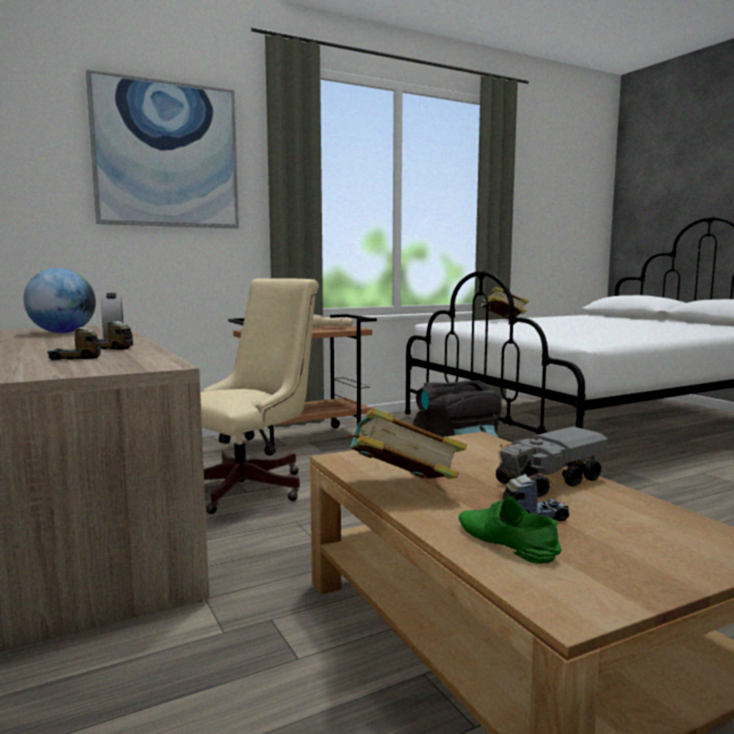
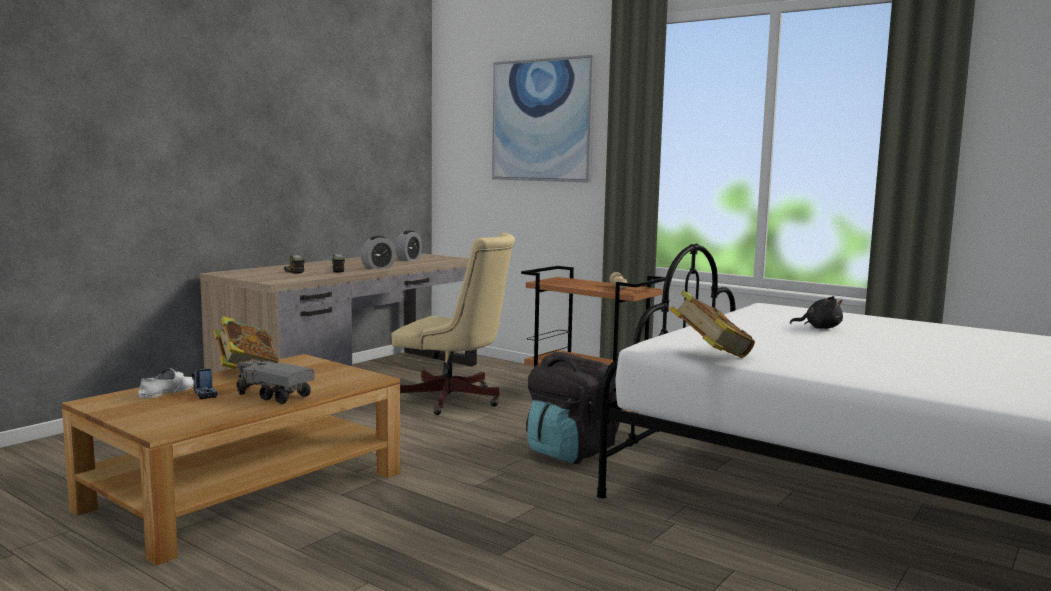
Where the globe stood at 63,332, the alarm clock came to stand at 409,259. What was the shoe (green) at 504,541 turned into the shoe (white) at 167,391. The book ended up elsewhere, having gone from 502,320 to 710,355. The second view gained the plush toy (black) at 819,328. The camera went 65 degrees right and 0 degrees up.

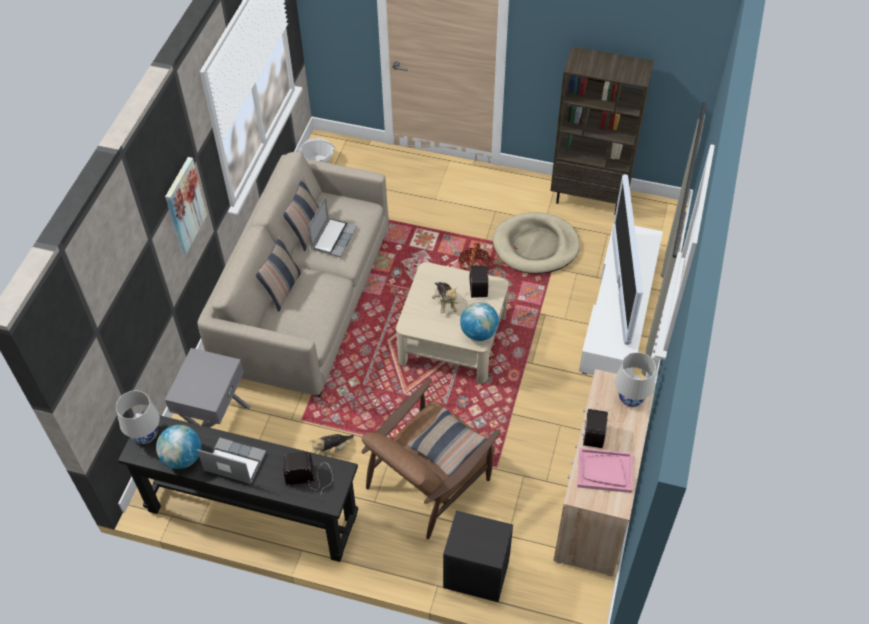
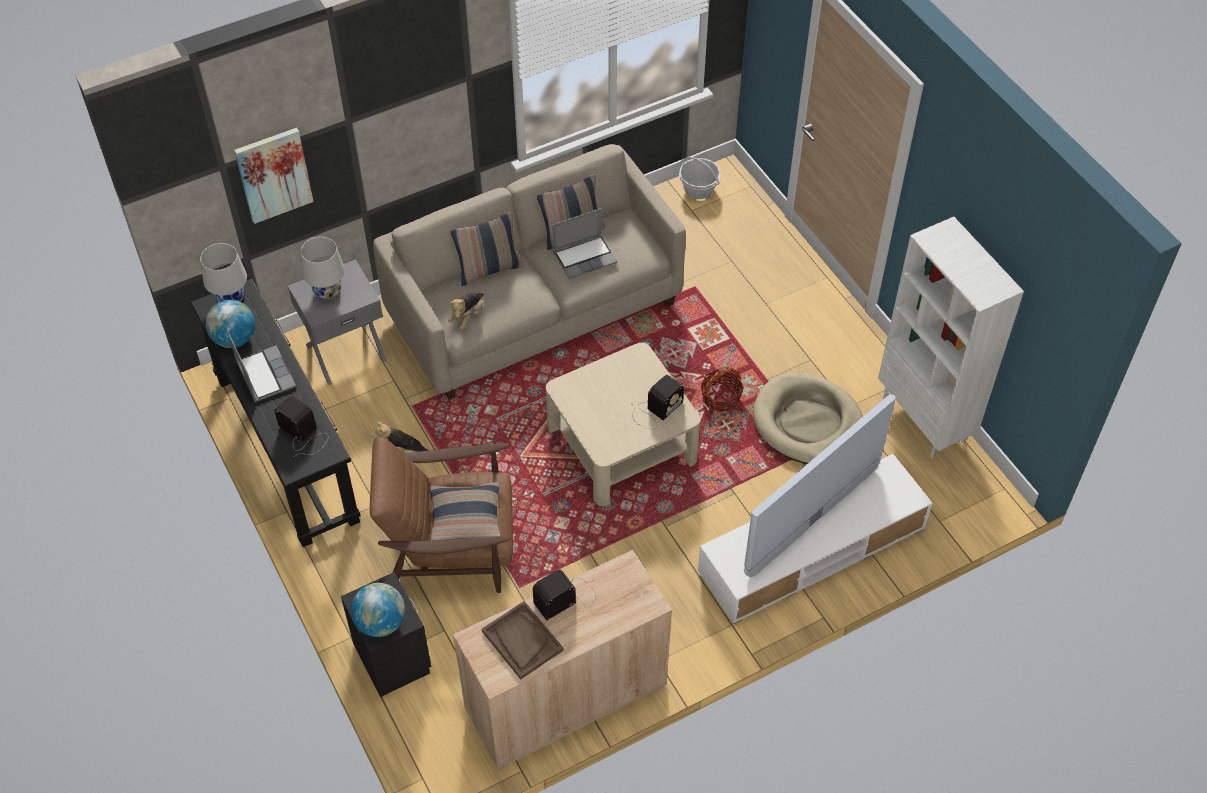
The picture ended up elsewhere, having gone from 184,205 to 274,174. The plush toy ended up elsewhere, having gone from 445,302 to 468,316. The globe ended up elsewhere, having gone from 479,333 to 381,622. What was the bookcase (brown) at 589,198 turned into the bookcase (white) at 924,420. What was the tray (pink) at 604,471 turned into the tray (brown) at 522,641. The table lamp (white) ended up elsewhere, having gone from 631,398 to 327,291. The camera went 45 degrees right and 0 degrees up.

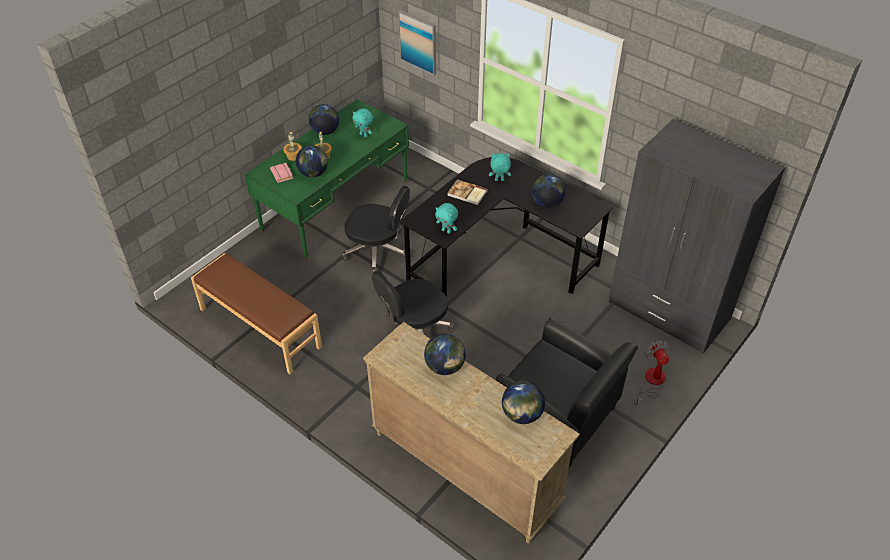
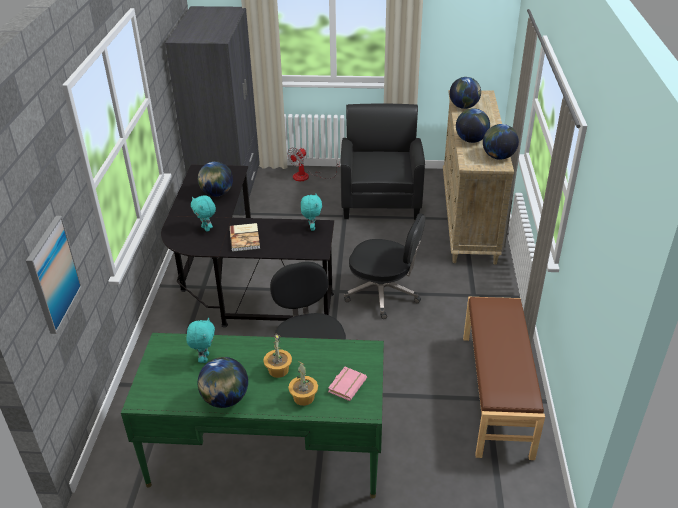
The globe ended up elsewhere, having gone from 313,173 to 498,157. The camera went 125 degrees left and 10 degrees down.

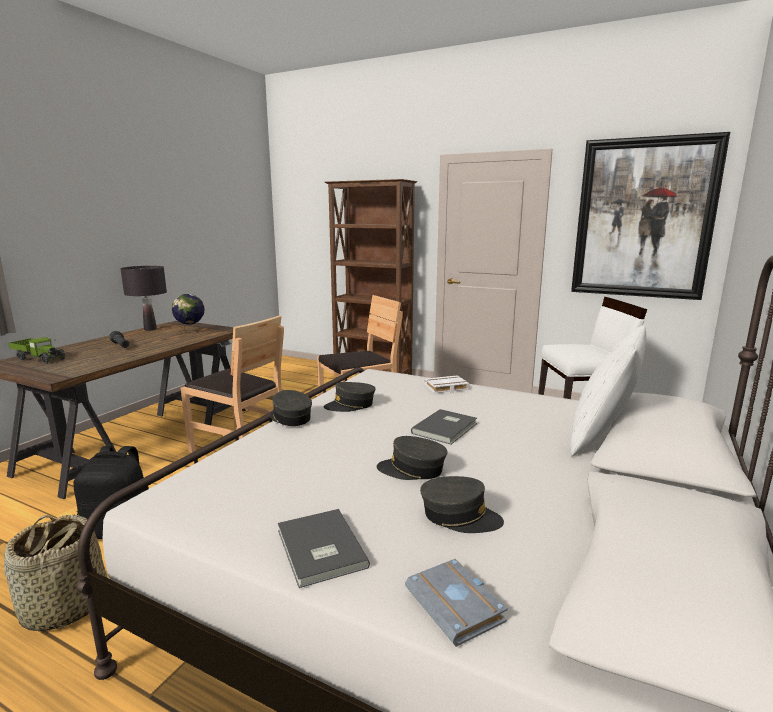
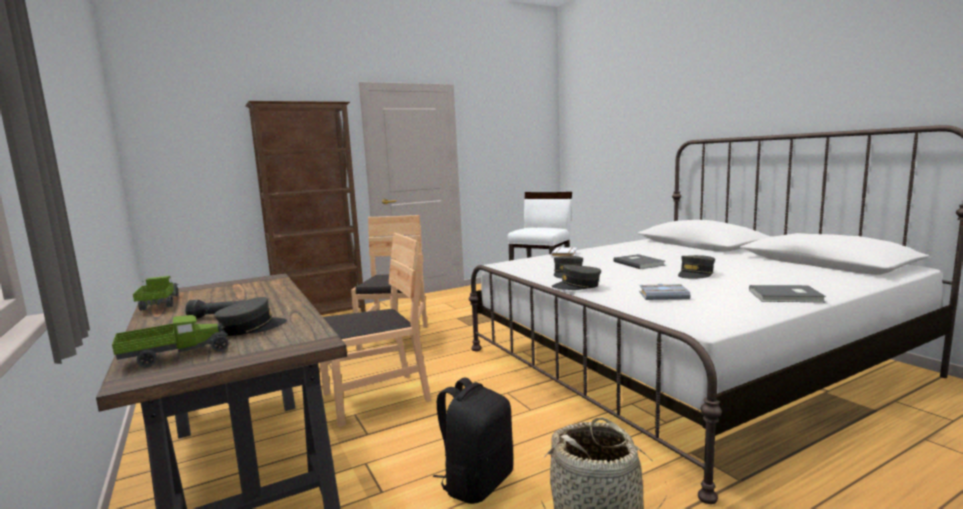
Where the table lamp (black) stood at 150,329, the toy truck came to stand at 160,304. The second view lost the globe at 190,332. The book (grey) ended up elsewhere, having gone from 457,606 to 664,295. The cap (grey) ended up elsewhere, having gone from 459,516 to 252,328. The second view lost the pillow (white) at 602,438. The second view lost the picture at 643,219. The camera went 55 degrees left and 5 degrees down.

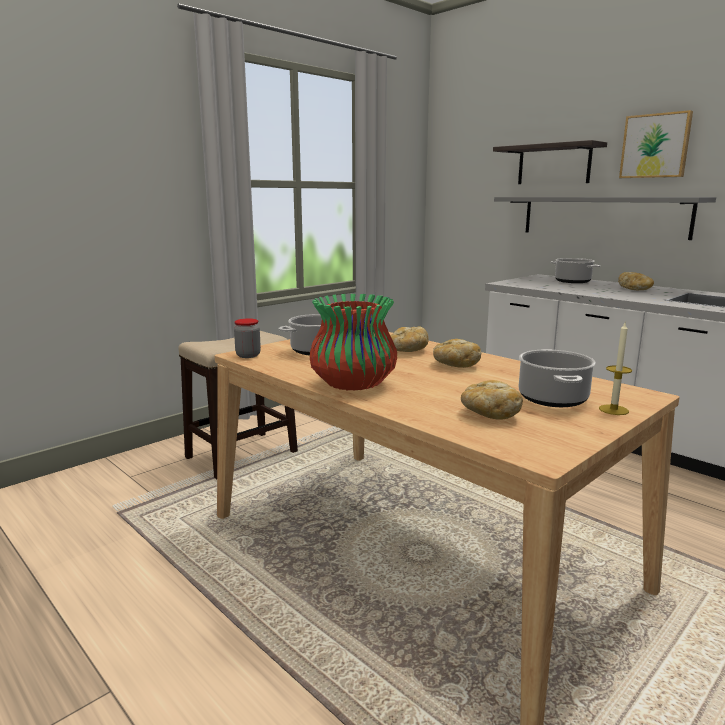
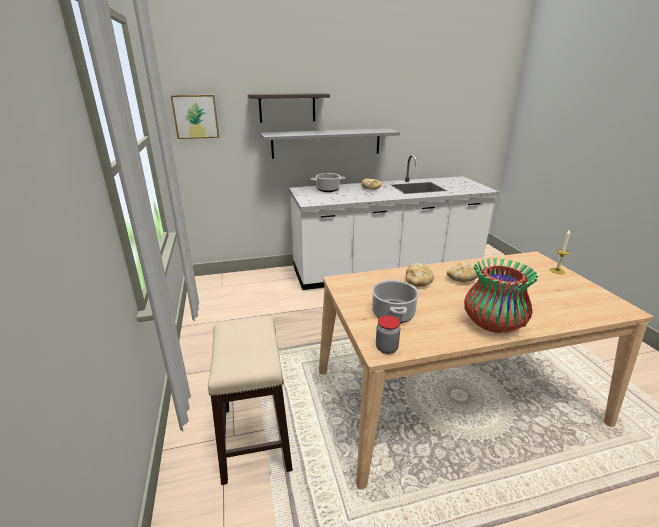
The second view lost the bread at 489,414. The second view lost the cooking pot at 553,399. The picture ended up elsewhere, having gone from 655,146 to 196,116. The camera went 60 degrees left and 10 degrees up.

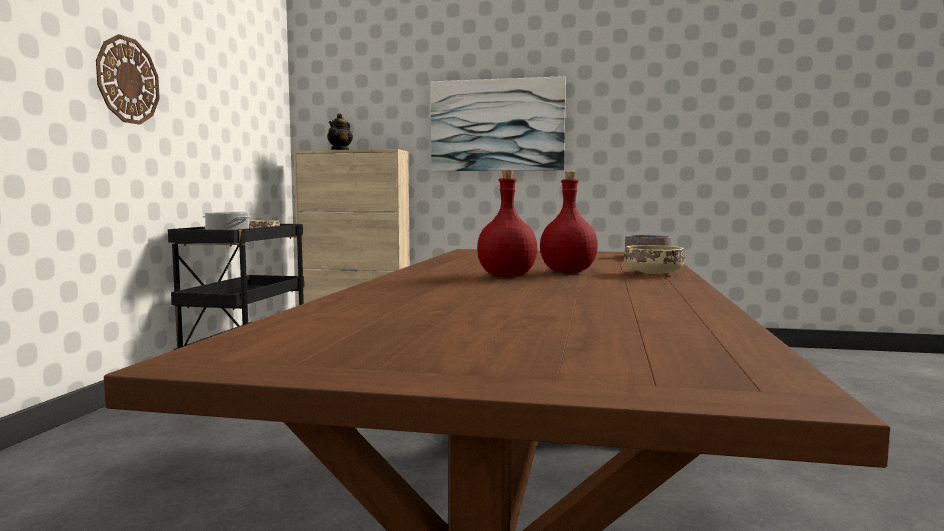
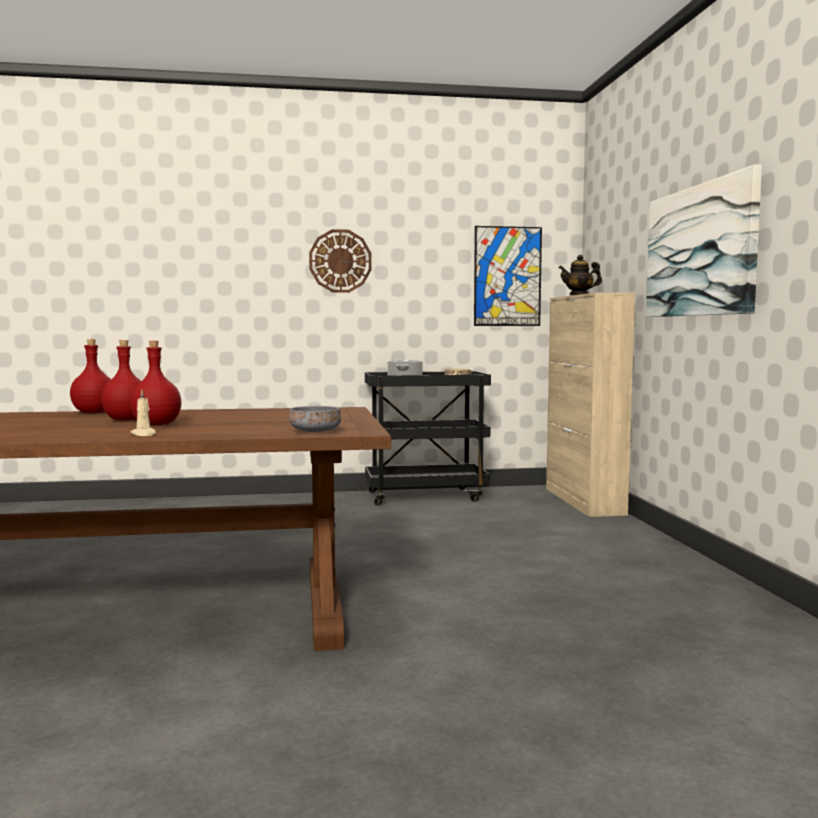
Where the bowl (beige) stood at 655,273, the candle (beige) came to stand at 144,434. The second view gained the bottle (red) at 94,412. The second view gained the picture at 507,276. The camera went 70 degrees right and 0 degrees up.

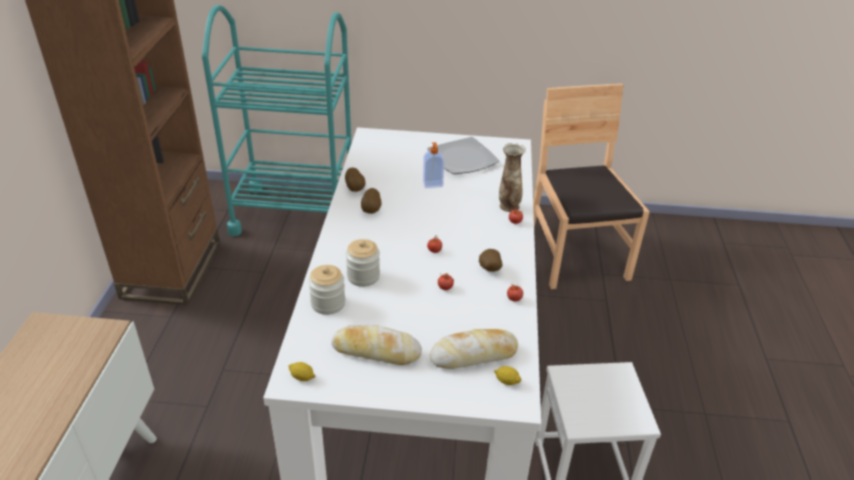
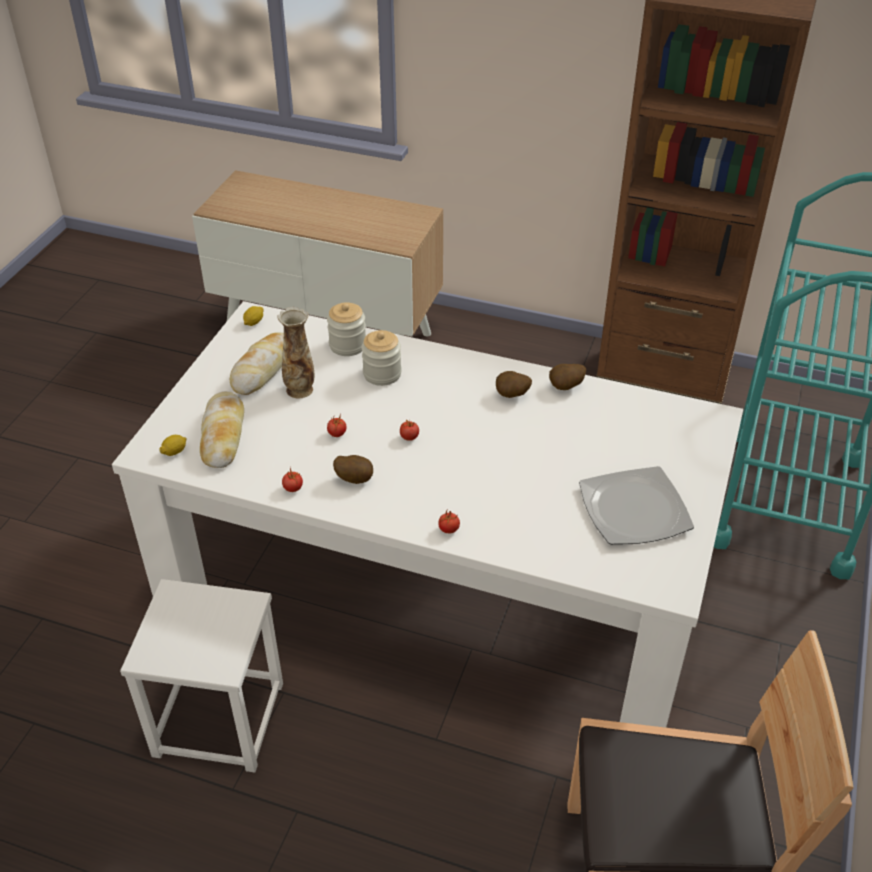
The second view lost the soap dispenser at 433,184. The vase ended up elsewhere, having gone from 508,206 to 300,389. The camera went 105 degrees right and 5 degrees up.

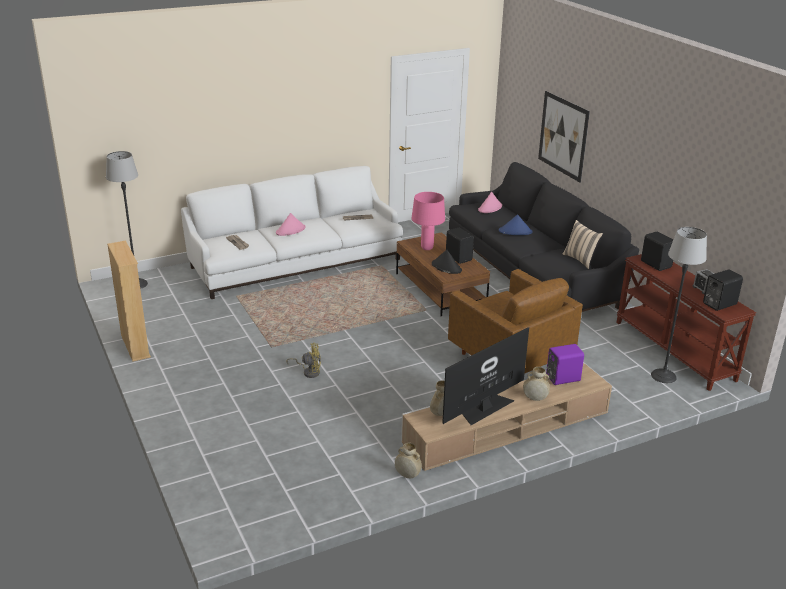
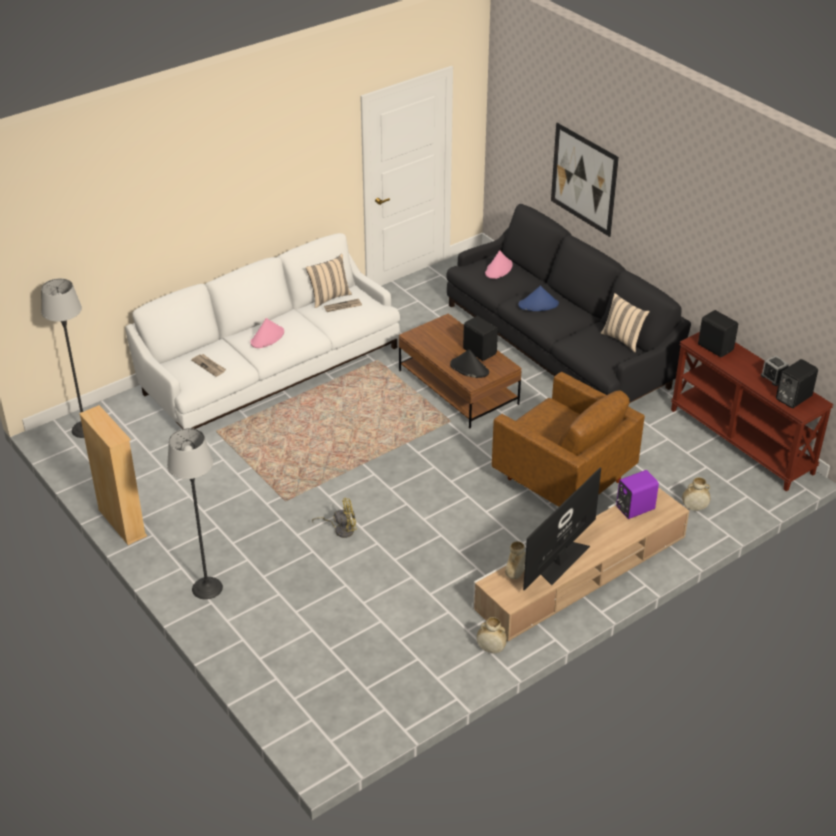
The second view lost the table lamp (pink) at 426,248. The vase (beige) ended up elsewhere, having gone from 535,398 to 694,508. The floor lamp ended up elsewhere, having gone from 664,376 to 207,588. The second view gained the pillow (beige) at 329,297. The camera went 10 degrees left and 10 degrees up.

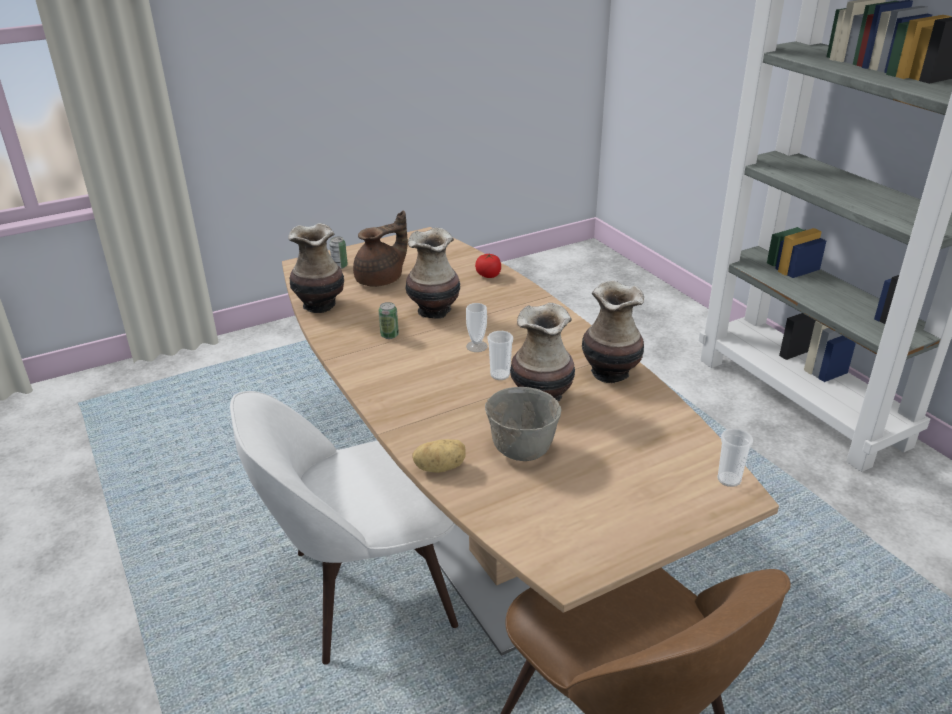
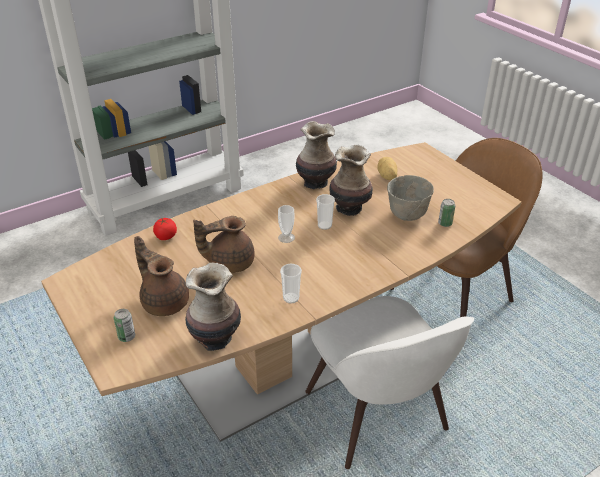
The can ended up elsewhere, having gone from 389,335 to 445,223. Where the vase stood at 434,311, the teapot (brown) came to stand at 229,263. The potato ended up elsewhere, having gone from 440,467 to 386,177. The cup ended up elsewhere, having gone from 729,479 to 291,298. The camera went 95 degrees left and 5 degrees up.

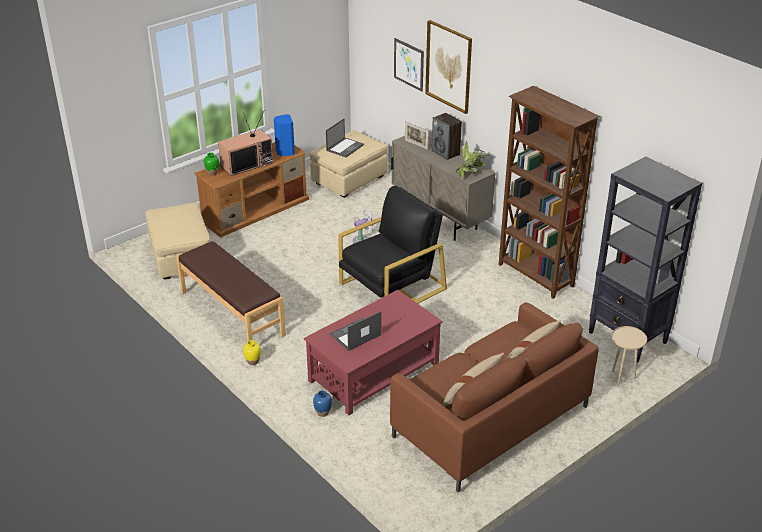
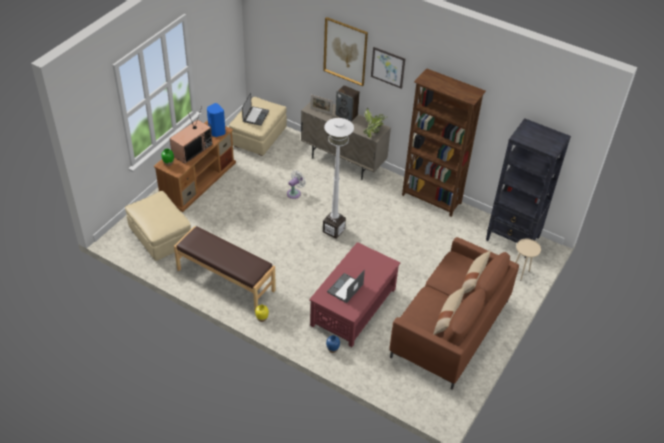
Where the armchair (black) stood at 391,286, the floor lamp (white) came to stand at 334,230. The picture ended up elsewhere, having gone from 408,64 to 388,67. The camera went 20 degrees left and 10 degrees up.

